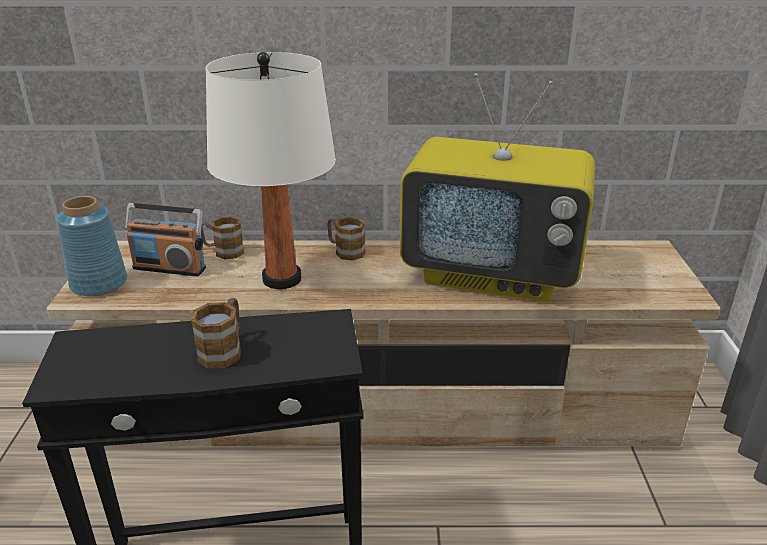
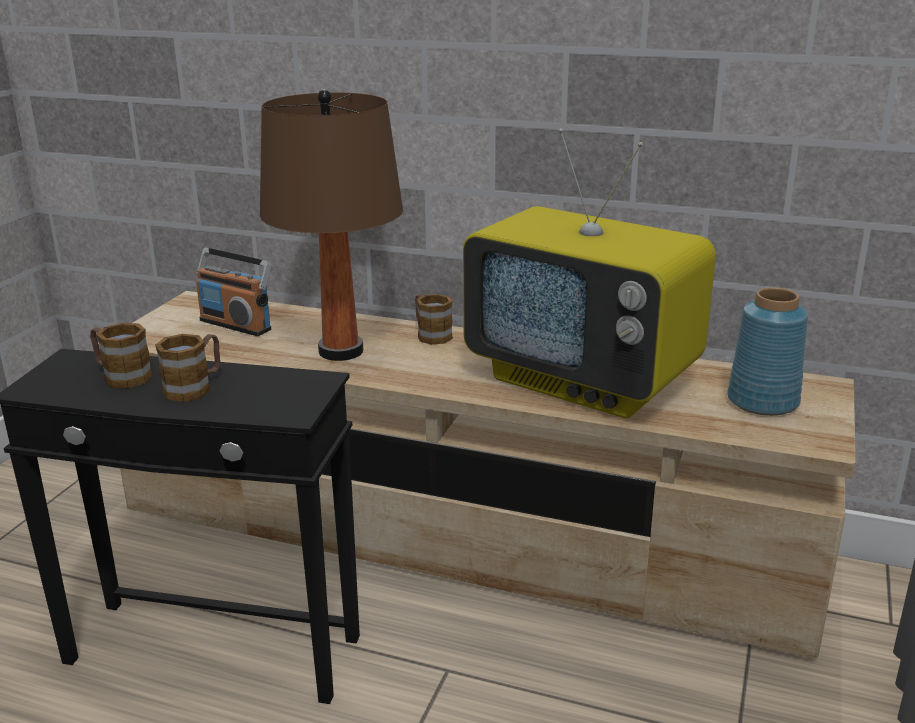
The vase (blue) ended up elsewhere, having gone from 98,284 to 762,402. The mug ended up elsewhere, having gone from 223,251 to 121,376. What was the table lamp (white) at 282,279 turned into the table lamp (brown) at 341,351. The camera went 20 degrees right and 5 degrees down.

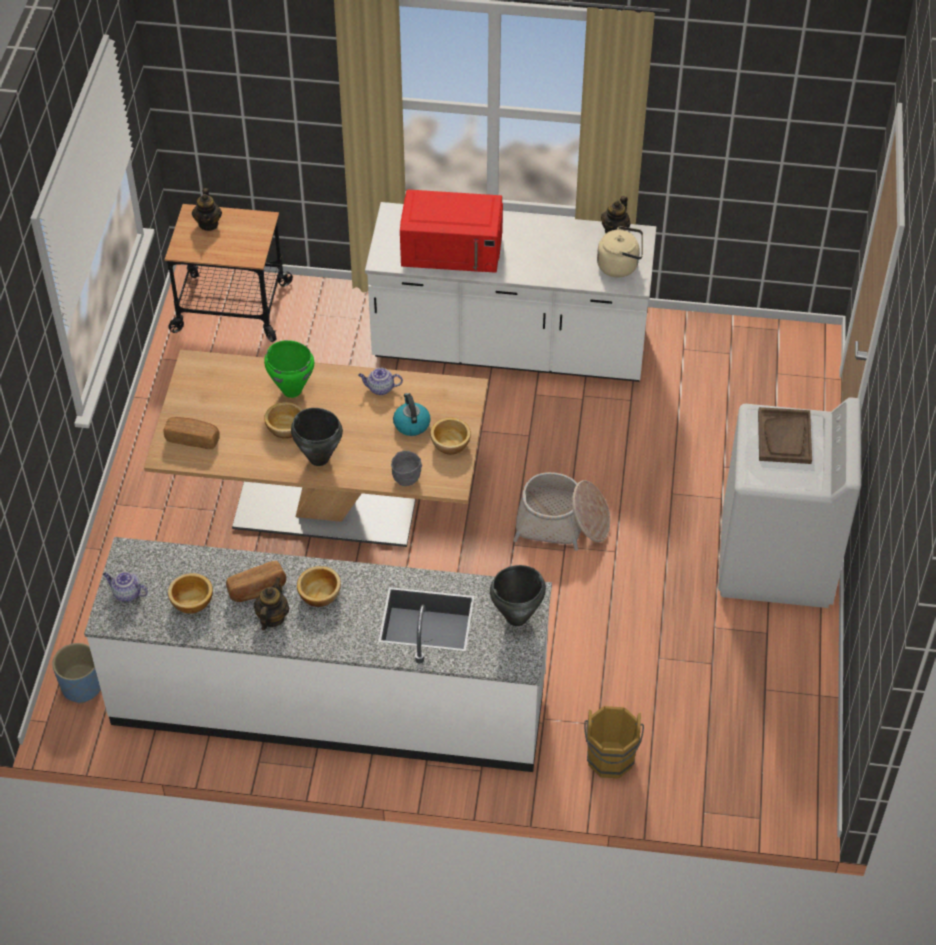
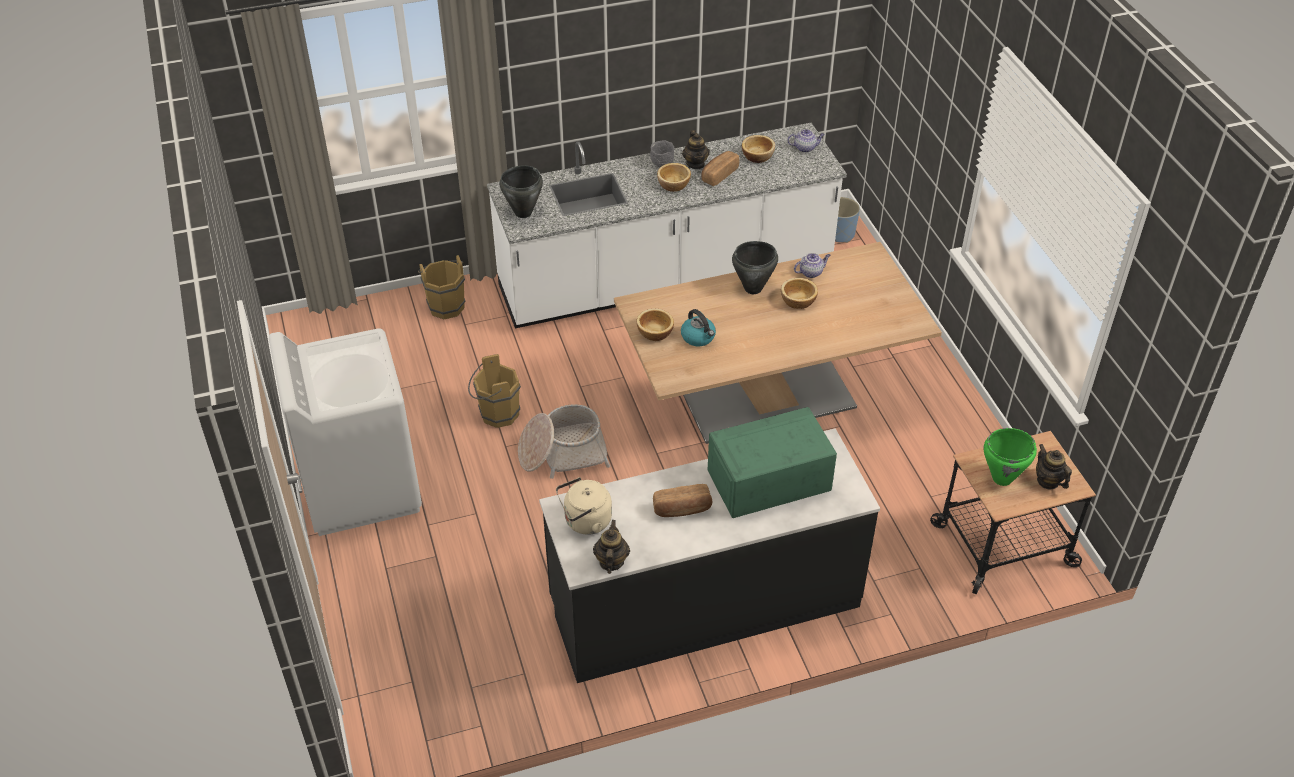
The bread ended up elsewhere, having gone from 193,438 to 682,509. The cooking pot (green) ended up elsewhere, having gone from 292,390 to 1002,479. The teapot ended up elsewhere, having gone from 380,388 to 811,272. What was the counter (white) at 509,349 turned into the counter (black) at 704,603. The bowl (grey) ended up elsewhere, having gone from 407,479 to 661,164. What was the microwave (red) at 452,248 turned into the microwave (green) at 768,480. The second view lost the tray (brown) at 784,437. The second view gained the bucket (brown) at 496,414. The camera went 155 degrees right and 5 degrees down.

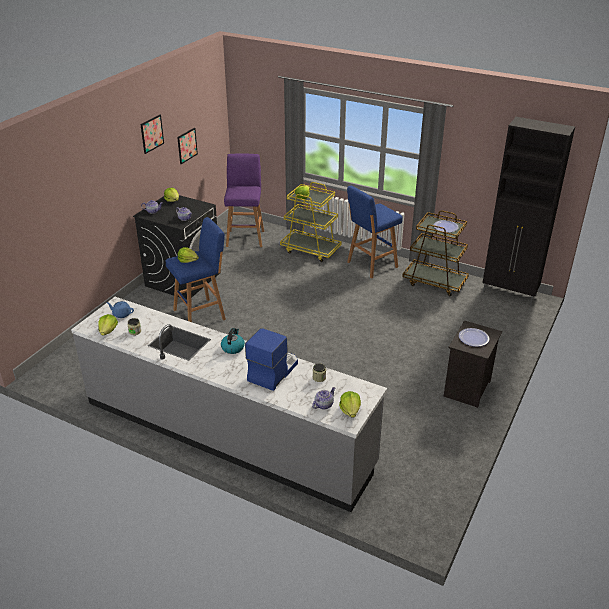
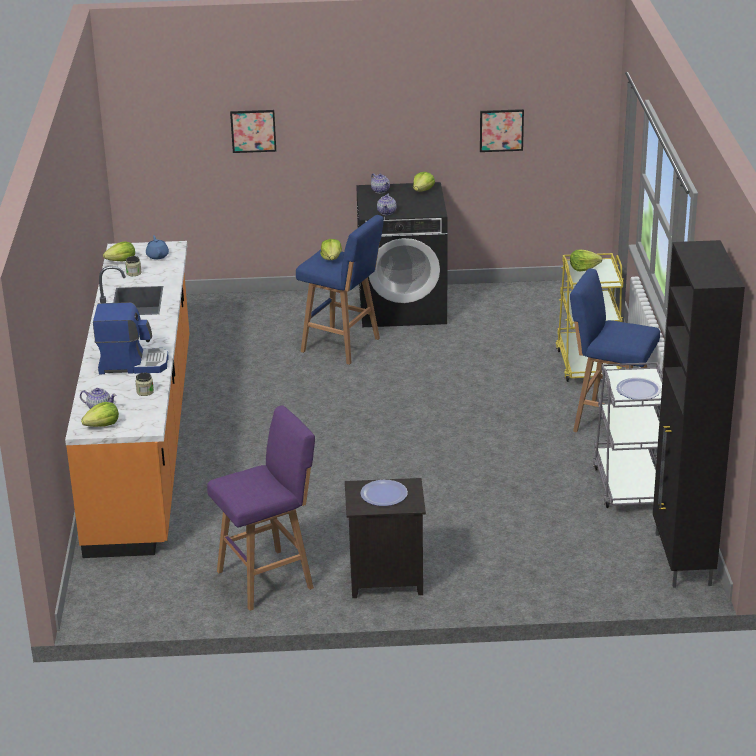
What was the counter (grey) at 227,433 turned into the counter (orange) at 144,441. The picture ended up elsewhere, having gone from 152,134 to 253,131. The second view lost the kettle at 233,347. The stool (purple) ended up elsewhere, having gone from 245,237 to 268,578. What was the cart (brown) at 434,282 turned into the cart (grey) at 629,485. The camera went 60 degrees right and 5 degrees down.

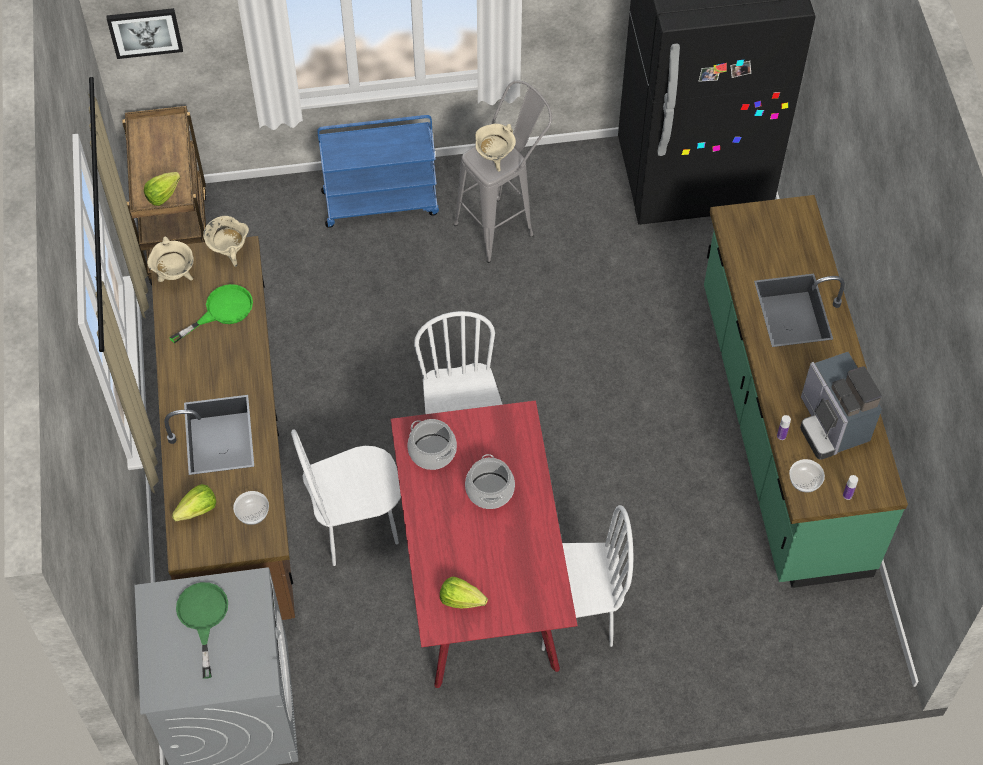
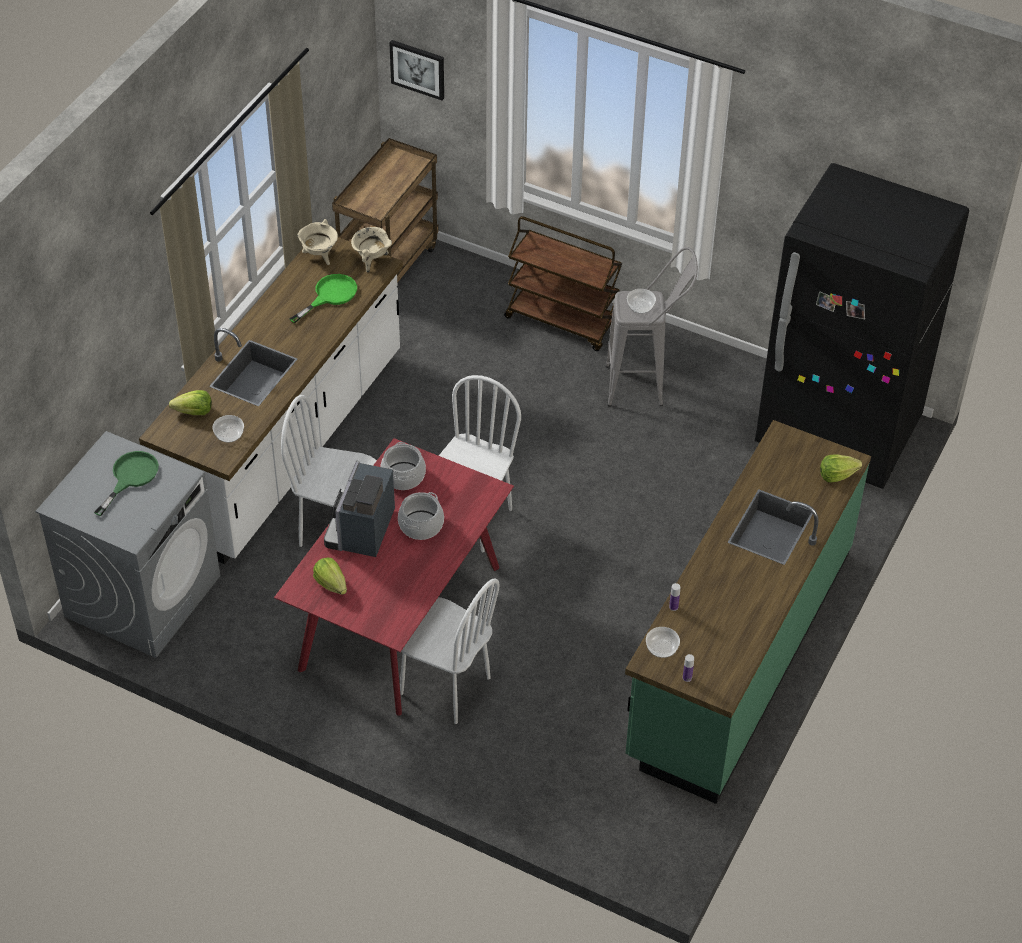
The lettuce ended up elsewhere, having gone from 163,195 to 837,475. What was the counter (brown) at 236,473 turned into the counter (white) at 286,445. The frying pan (green) at 221,311 ended up facing another way, 45 degrees counterclockwise from before. What was the cart (blue) at 381,202 turned into the cart (brown) at 563,321. Where the cooking pot (beige) stood at 494,158, the bowl came to stand at 640,306. The coffee machine ended up elsewhere, having gone from 831,425 to 361,531. The camera went 35 degrees right and 10 degrees down.

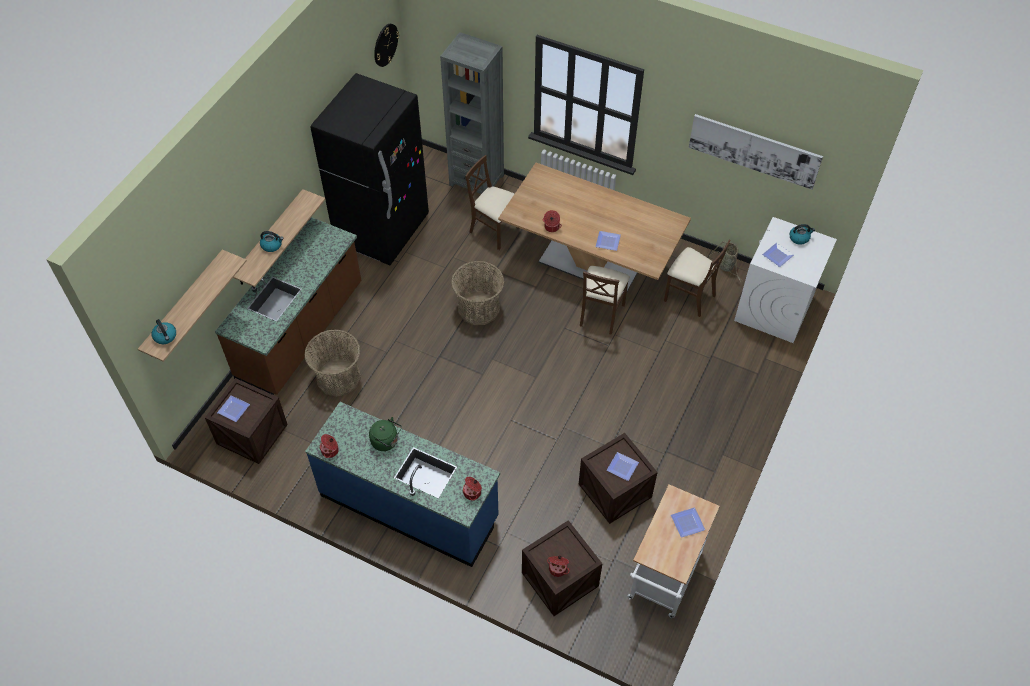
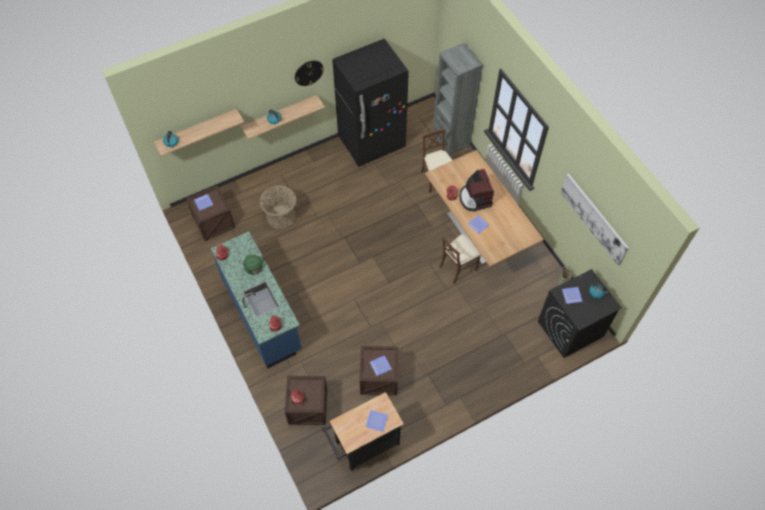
The second view lost the counter (brown) at 302,333. The wall clock ended up elsewhere, having gone from 385,45 to 308,72. The second view lost the basket at 479,308. What was the cart (white) at 663,580 turned into the cart (black) at 364,446. The second view lost the chair (brown) at 689,297. What was the washing machine (white) at 774,309 turned into the washing machine (black) at 570,329. The second view gained the coffee machine at 475,198. The camera went 35 degrees right and 5 degrees up.

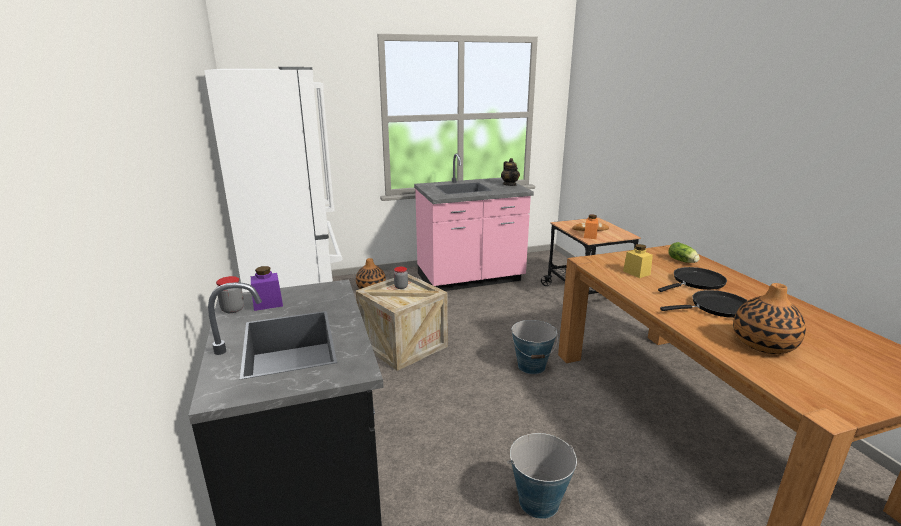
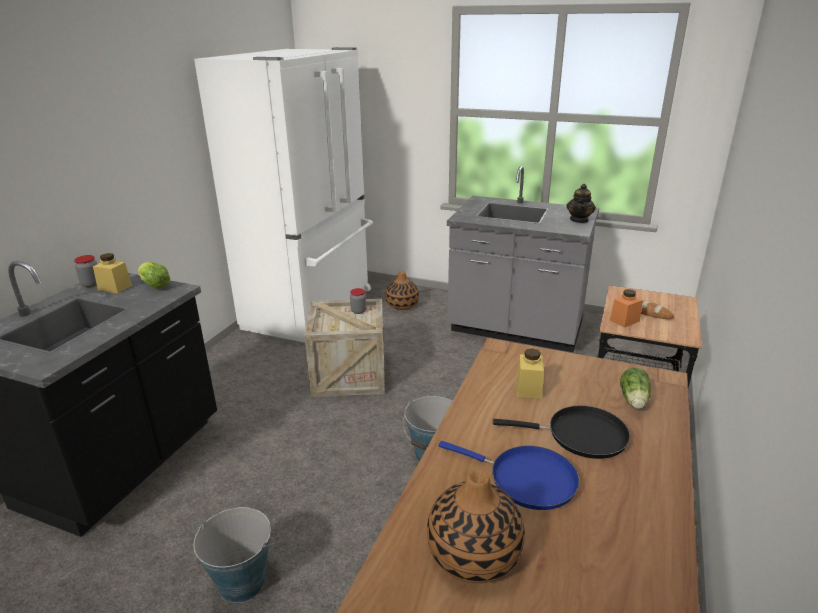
What was the jar (purple) at 268,304 turned into the jar (yellow) at 115,287. What was the counter (pink) at 470,279 turned into the counter (grey) at 515,329. What was the frying pan (black) at 716,308 turned into the frying pan (blue) at 526,479. The second view gained the lettuce at 153,285. The camera went 40 degrees right and 5 degrees up.

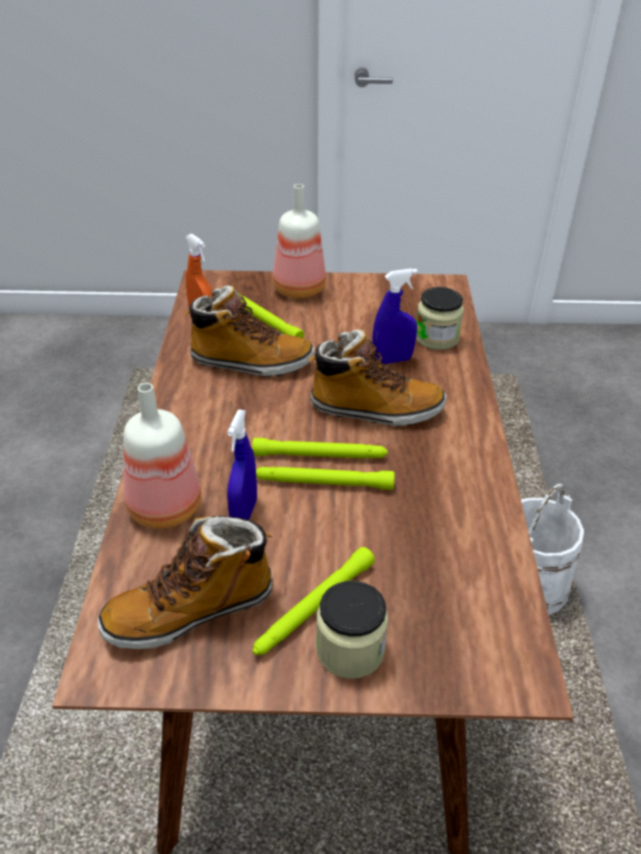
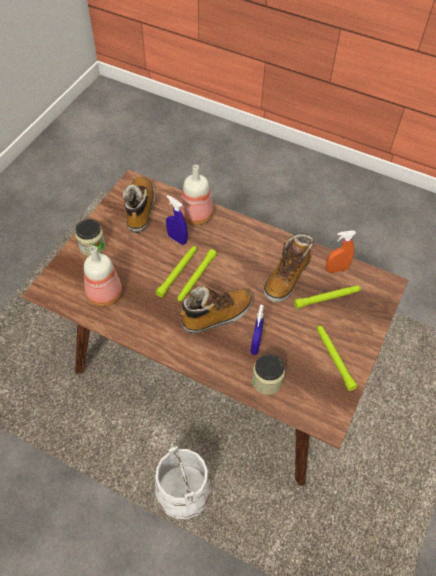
The flashlight (green) ended up elsewhere, having gone from 314,607 to 334,358. The bottle ended up elsewhere, having gone from 299,290 to 103,294. The boot at 375,409 ended up facing another way, 150 degrees counterclockwise from before. The camera went 115 degrees right and 15 degrees up.

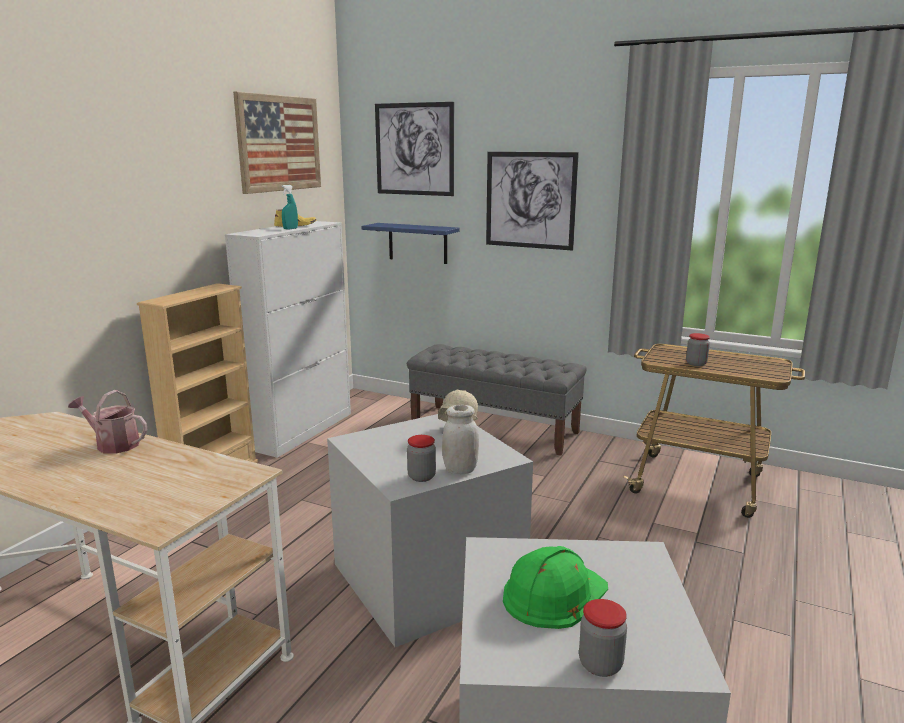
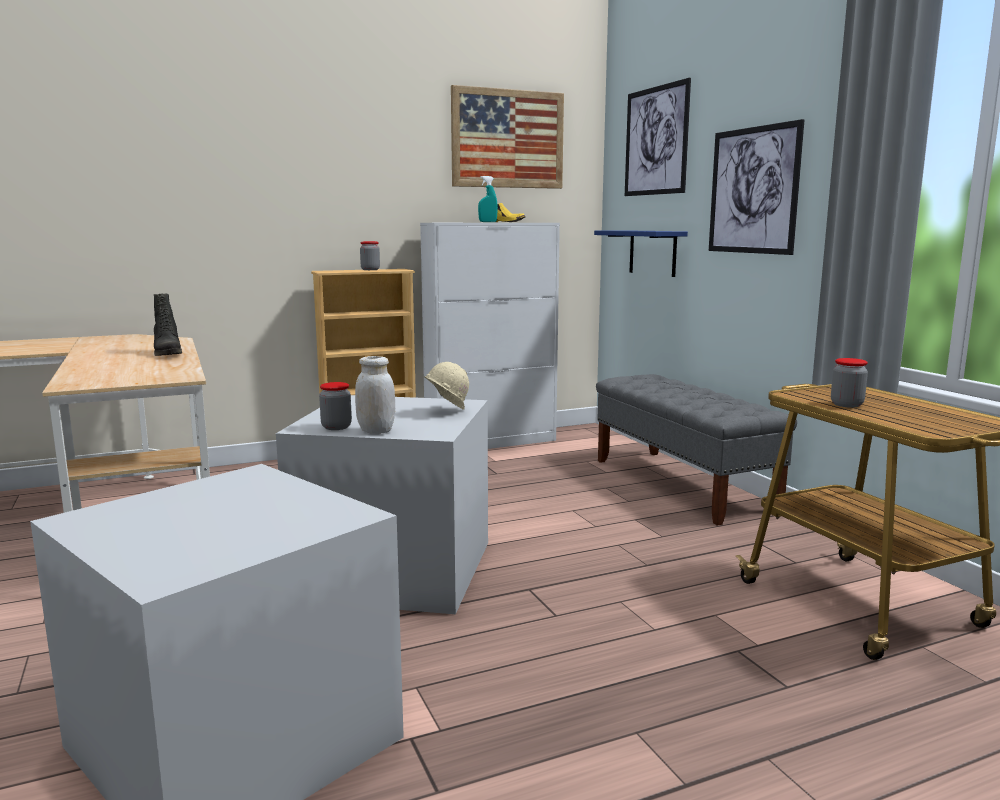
Where the watering can stood at 113,444, the boot (black) came to stand at 167,353. The second view lost the hard hat (green) at 554,594. The jar ended up elsewhere, having gone from 600,664 to 370,269. The camera went 40 degrees right and 5 degrees down.

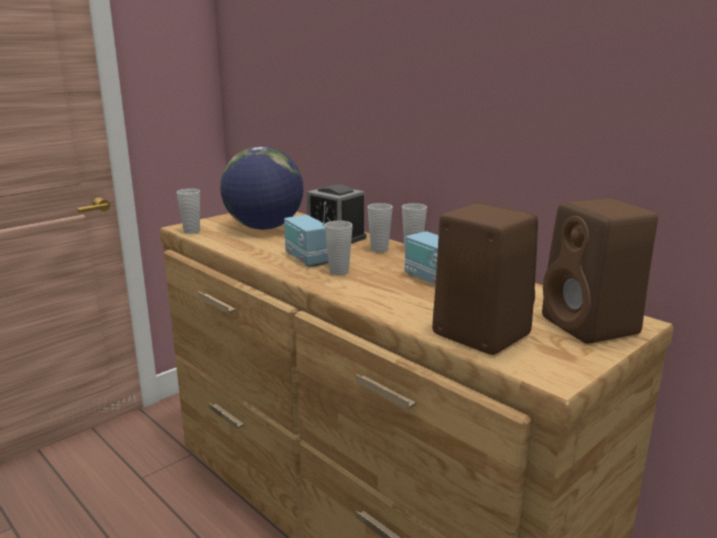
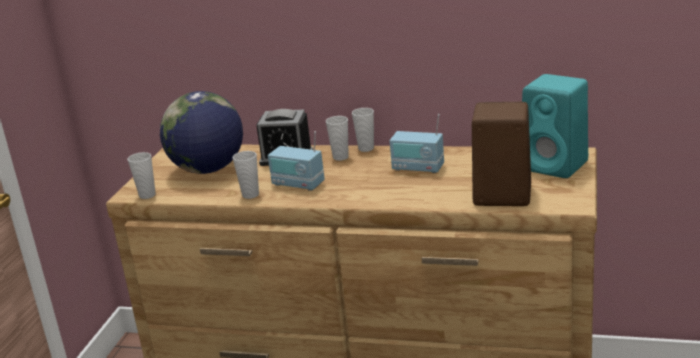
The cup ended up elsewhere, having gone from 339,272 to 250,195. What was the speaker (brown) at 592,326 turned into the speaker (turquoise) at 557,166. The camera went 30 degrees left and 5 degrees up.

